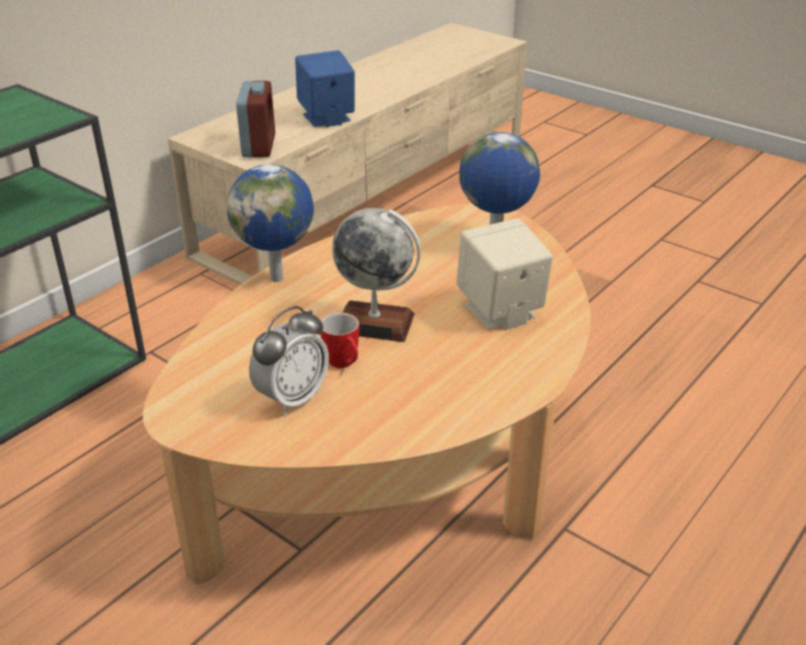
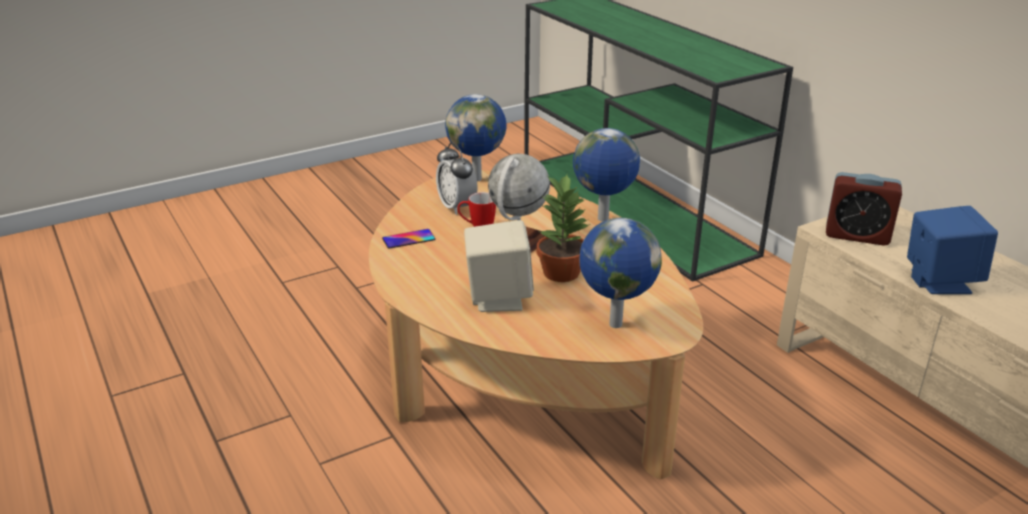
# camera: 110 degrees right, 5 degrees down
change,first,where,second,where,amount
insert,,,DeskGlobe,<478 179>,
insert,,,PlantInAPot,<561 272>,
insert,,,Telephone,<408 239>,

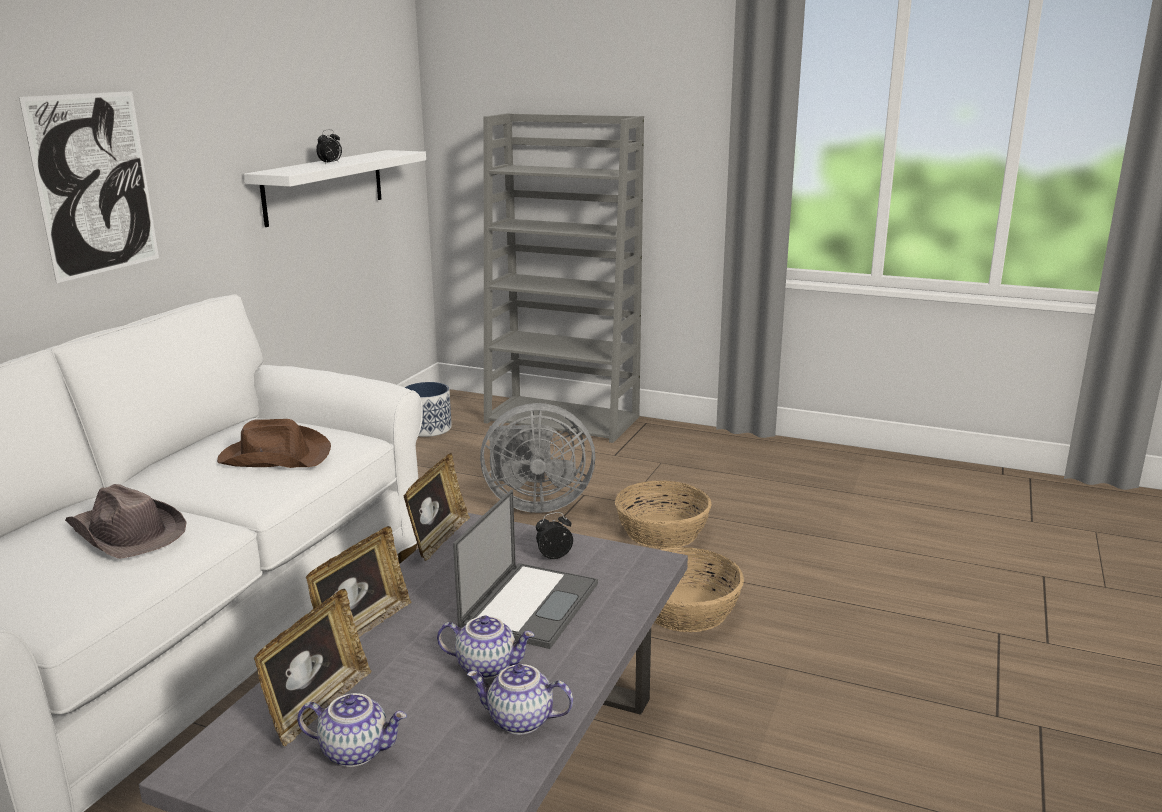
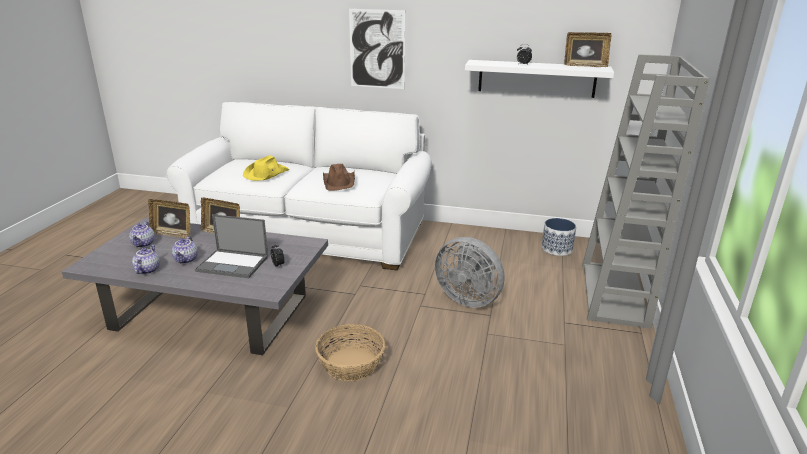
# camera: 80 degrees right, 5 degrees up
change,first,where,second,where,amount
rotate,GreyCoolingFan,<535 503>,,<468 298>,45 degrees counterclockwise
move,PhotoFrame,<438 539>,,<585 66>,
delete,StorageBasket,<663 532>,,,
recolor,BrownColouredHat,<126 533>,YellowColouredHat,<266 174>,

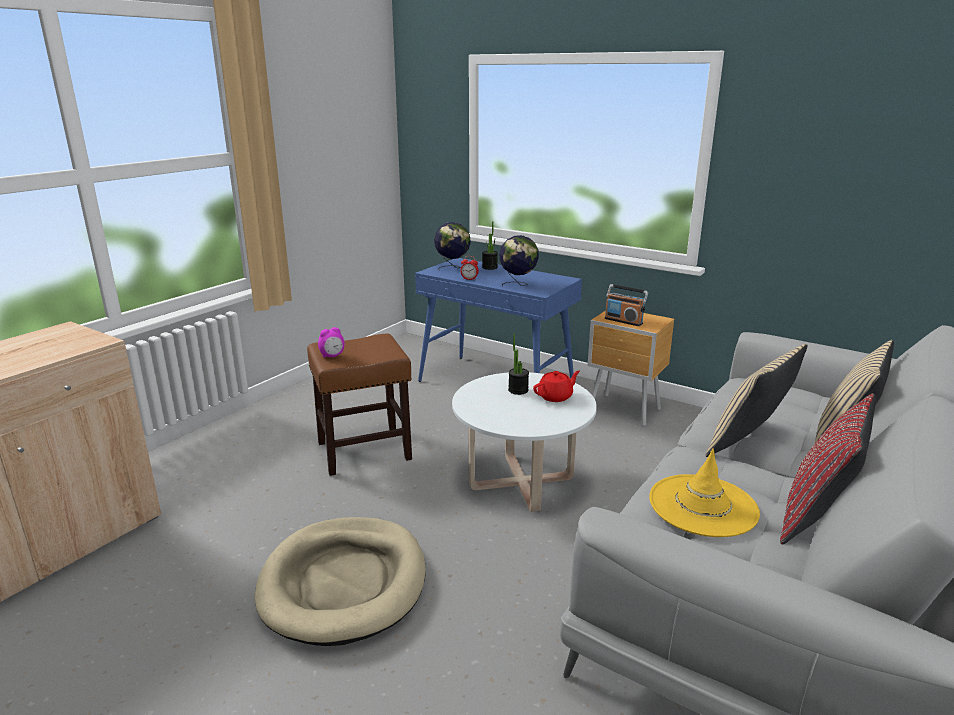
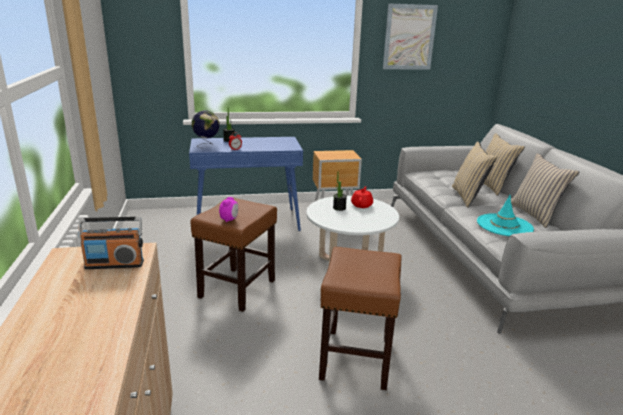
# camera: 45 degrees left, 0 degrees up
change,first,where,second,where,amount
delete,DeskGlobe,<518 285>,,,
move,RadioSet,<623 321>,,<115 264>,
recolor,RedColouredCushion,<817 517>,BeigeCushion,<535 214>,
recolor,YellowColouredHat,<702 505>,TurquoiseColouredHat,<504 225>,
replace,BeigeDogCushion,<344 583>,BrownColouredSittingStool,<356 357>,
insert,,,Picture,<409 37>,

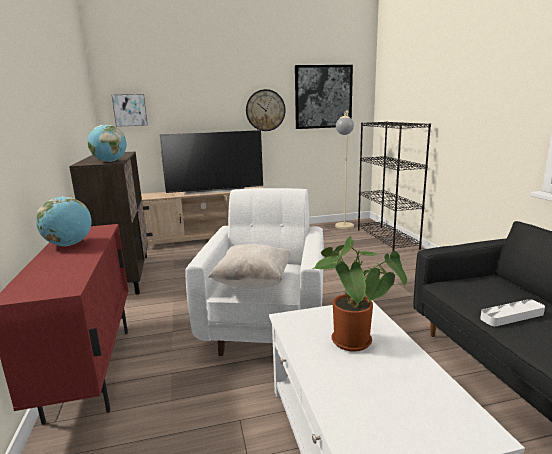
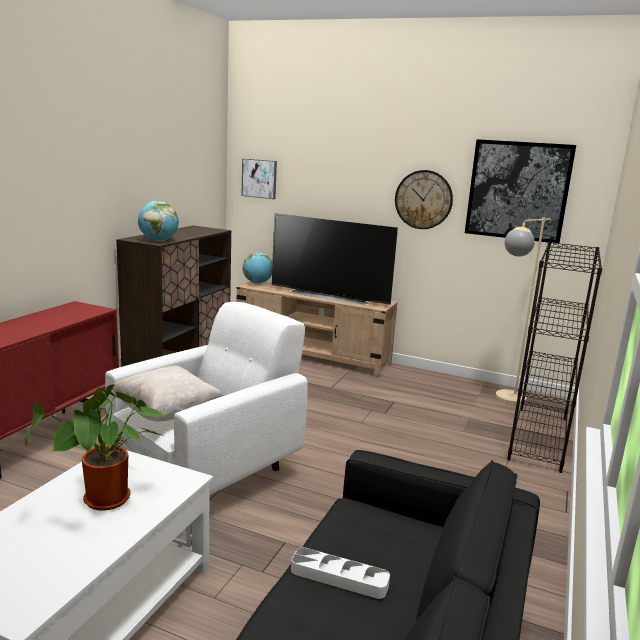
# camera: 35 degrees right, 0 degrees up
change,first,where,second,where,amount
move,DeskGlobe,<69 245>,,<257 283>,

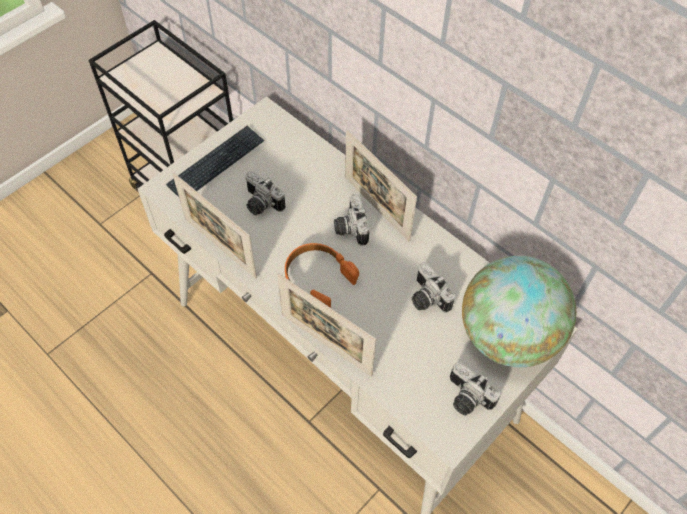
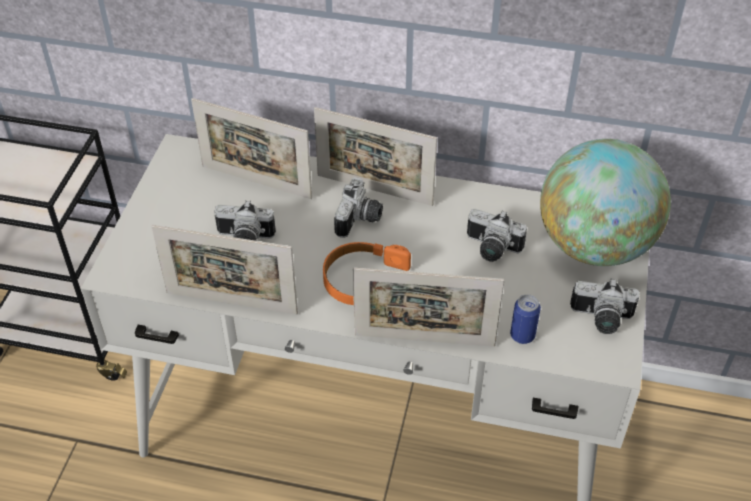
# camera: 30 degrees left, 10 degrees down
change,first,where,second,where,amount
delete,Keyboard,<217 164>,,,
rotate,StillCamera,<349 228>,,<360 220>,120 degrees counterclockwise
insert,,,PhotoFrame,<256 182>,
insert,,,MetalCan,<522 335>,

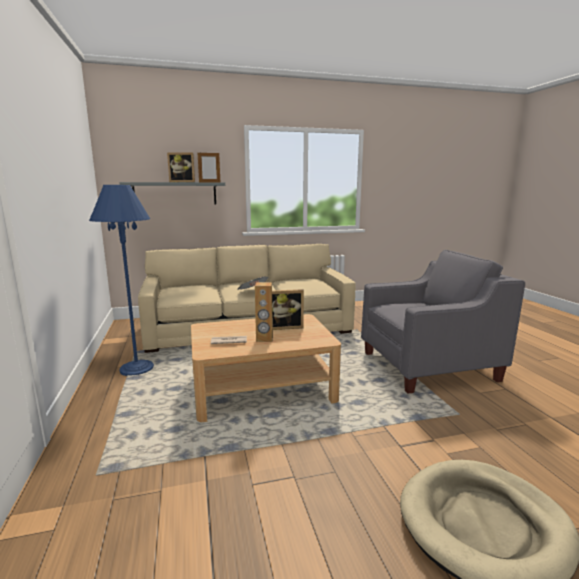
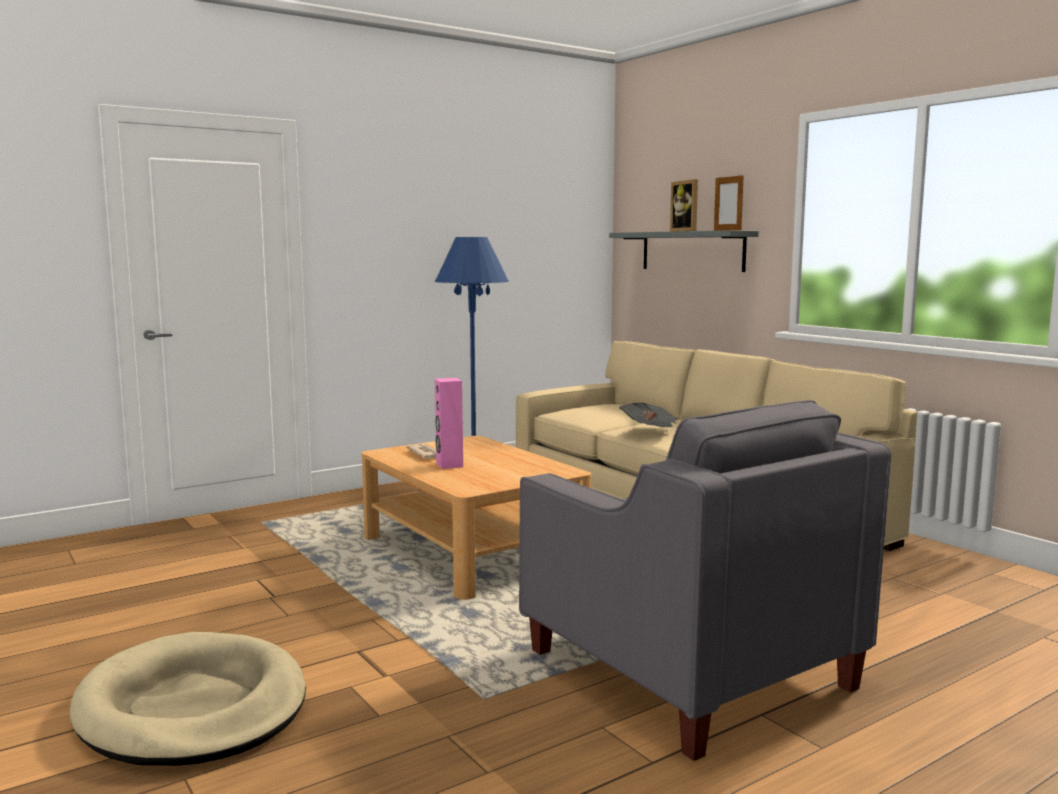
# camera: 70 degrees right, 5 degrees down
change,first,where,second,where,amount
recolor,BrownColouredAudioSpeaker,<264 339>,PinkAudioSpeaker,<449 465>,
delete,PhotoFrame,<285 327>,,,

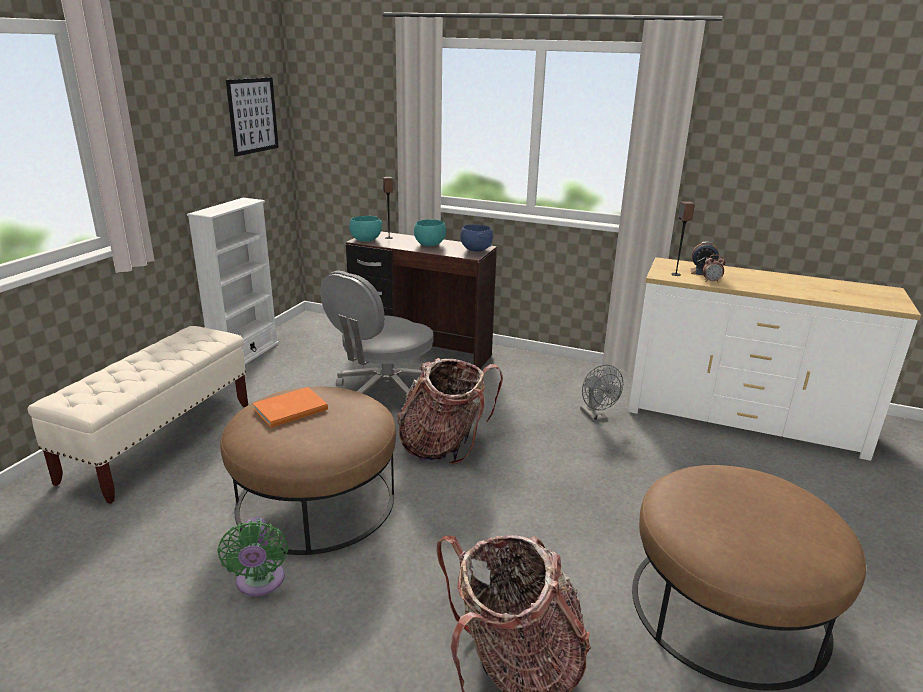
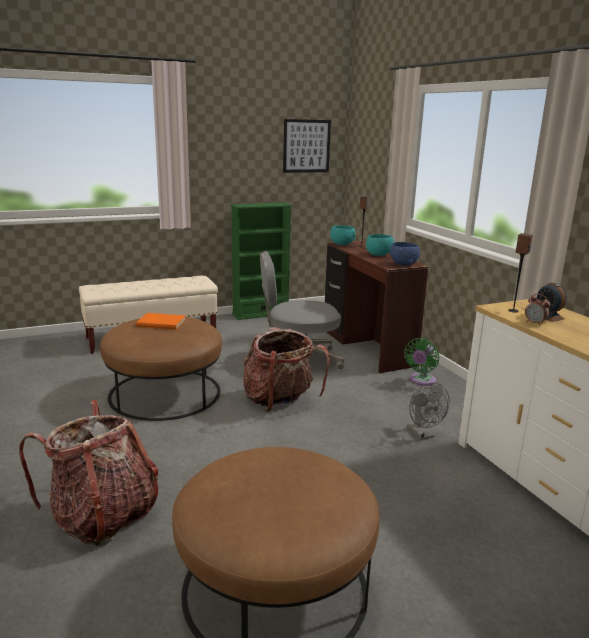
# camera: 45 degrees right, 5 degrees down
change,first,where,second,where,amount
recolor,WhiteColouredBookshelf,<245 355>,GreenishBookshelf,<260 314>,
rotate,GreyCoolingFan,<596 417>,,<423 434>,45 degrees counterclockwise
move,GreenishCoolingFan,<260 583>,,<421 381>,

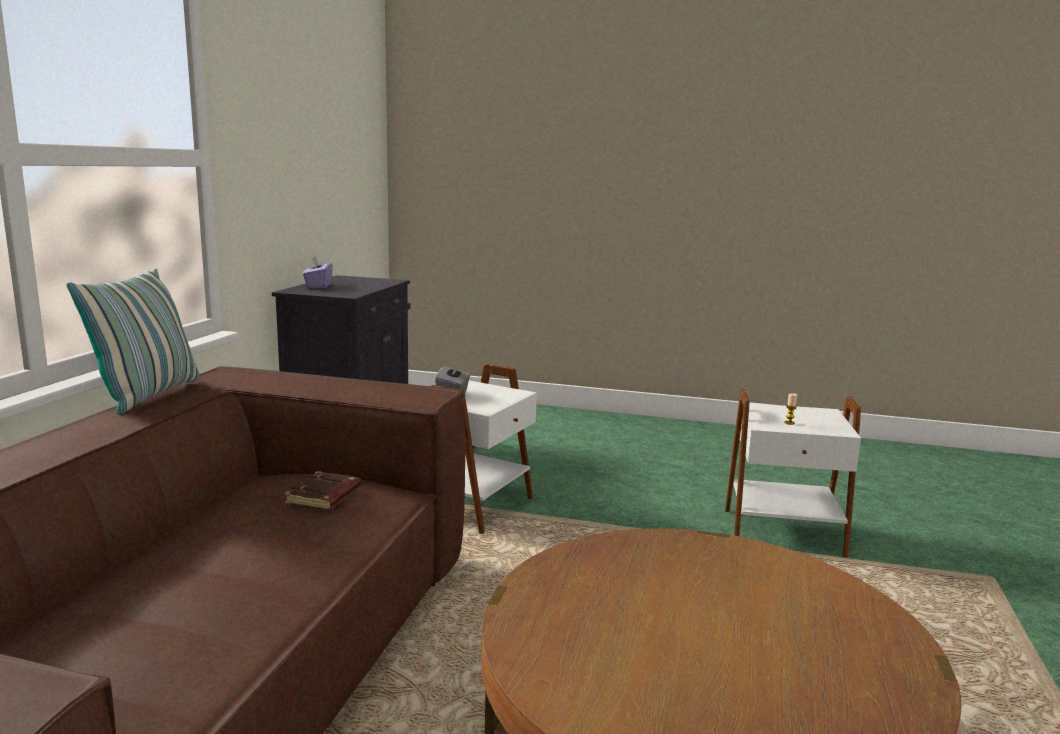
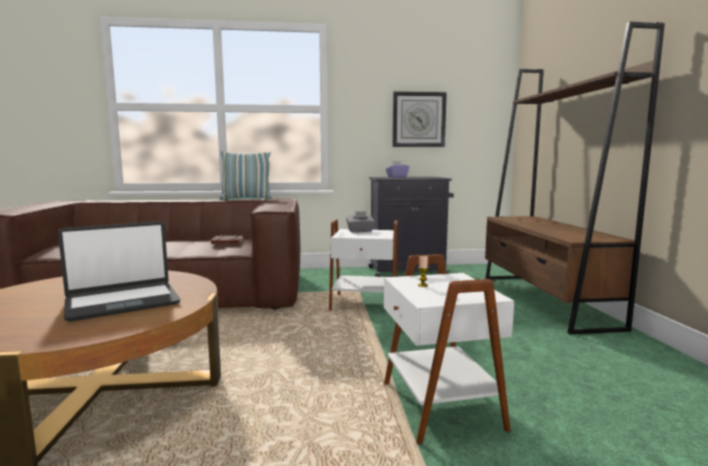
# camera: 70 degrees right, 5 degrees down
change,first,where,second,where,amount
insert,,,BrownColouredBookshelf,<545 300>,
insert,,,ClockOnTheWall,<418 119>,
insert,,,NotebookComputer,<122 302>,

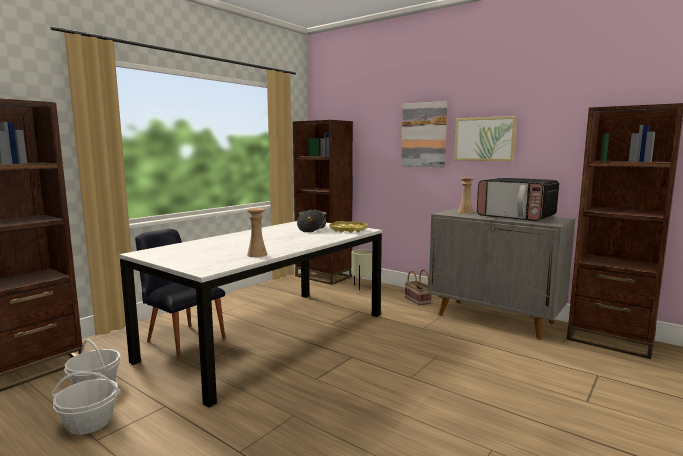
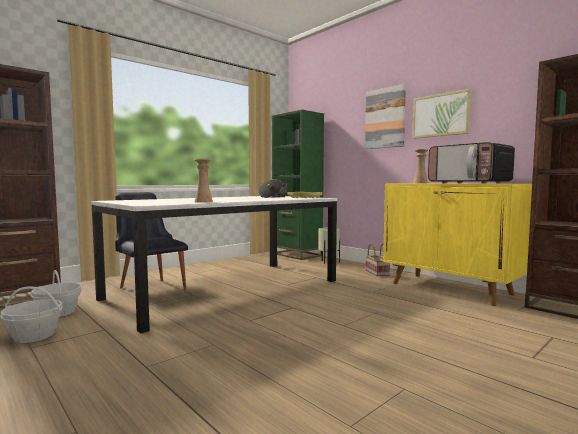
# camera: 10 degrees right, 5 degrees down
change,first,where,second,where,amount
recolor,BrownColouredBookshelf,<323 276>,GreenishBookshelf,<297 254>,
recolor,GreyCabinet,<495 319>,YellowColouredCabinet,<451 289>,

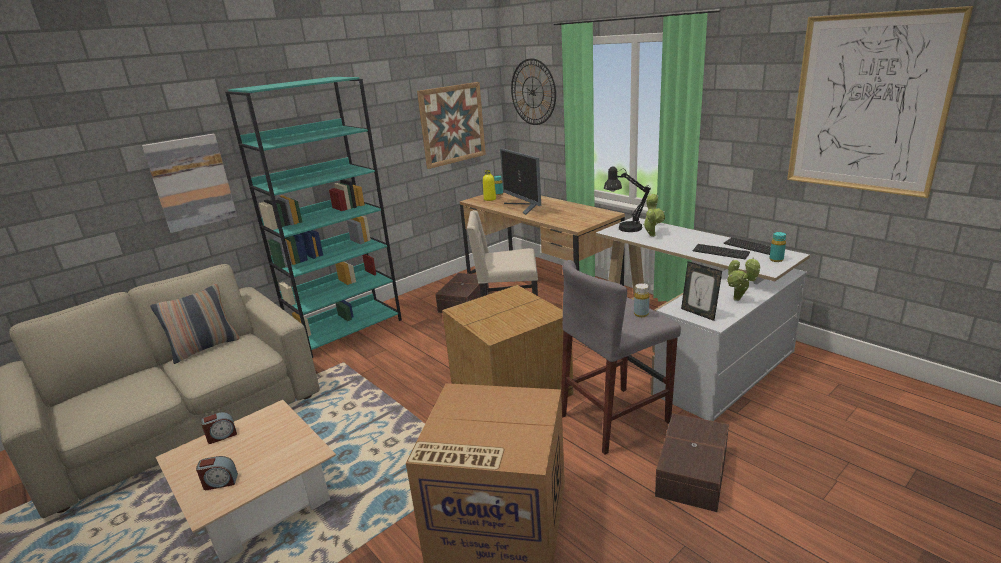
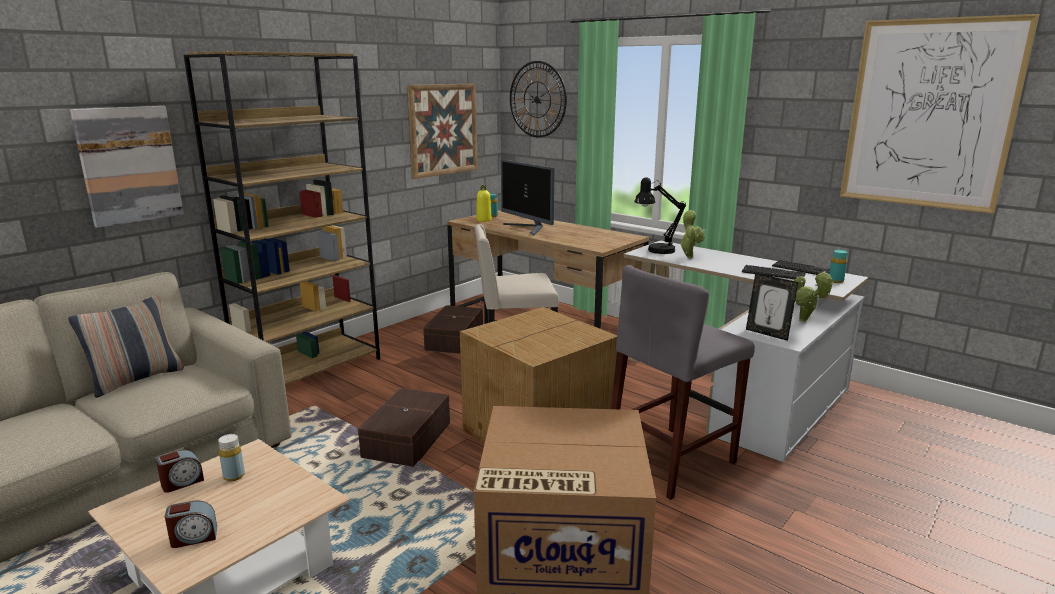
# camera: 10 degrees left, 5 degrees down
change,first,where,second,where,amount
recolor,TurquoiseColouredBookshelf,<346 329>,BrownColouredBookshelf,<310 369>,
move,YellowColouredBeverageBottle,<641 314>,,<234 476>,
move,BrownColouredStorageBox,<690 472>,,<405 440>,

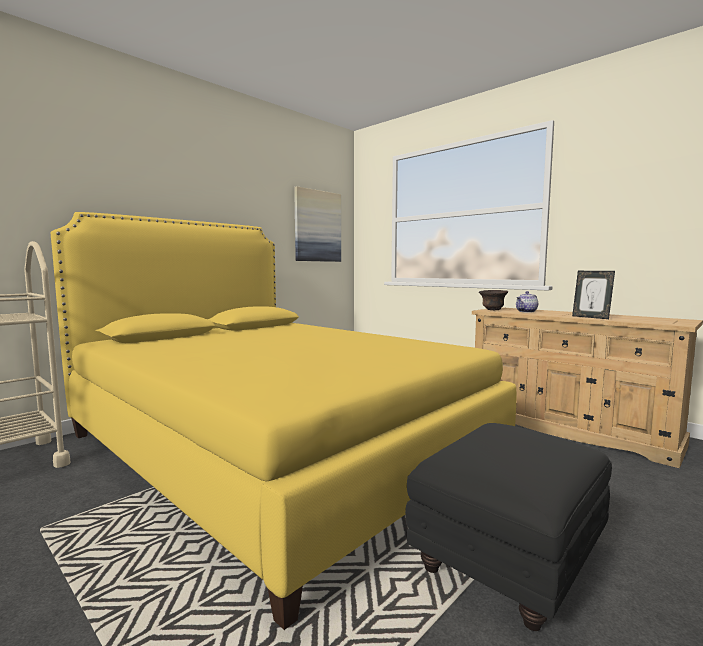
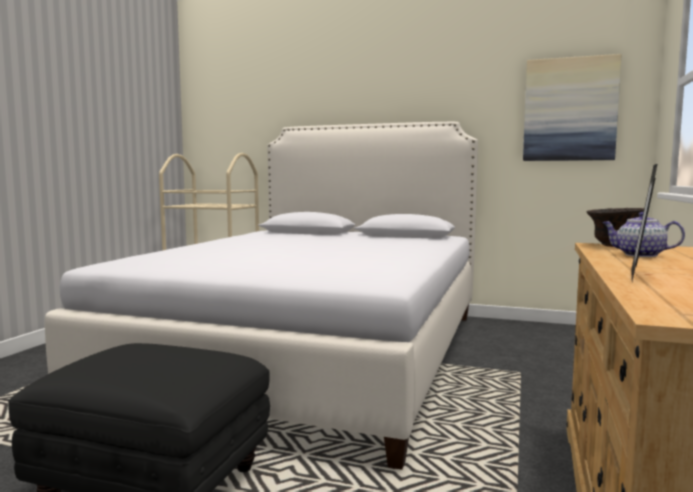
# camera: 65 degrees right, 0 degrees up
change,first,where,second,where,amount
recolor,YellowColouredBedroomBed,<273 448>,WhiteColouredBedroomBed,<313 352>,

